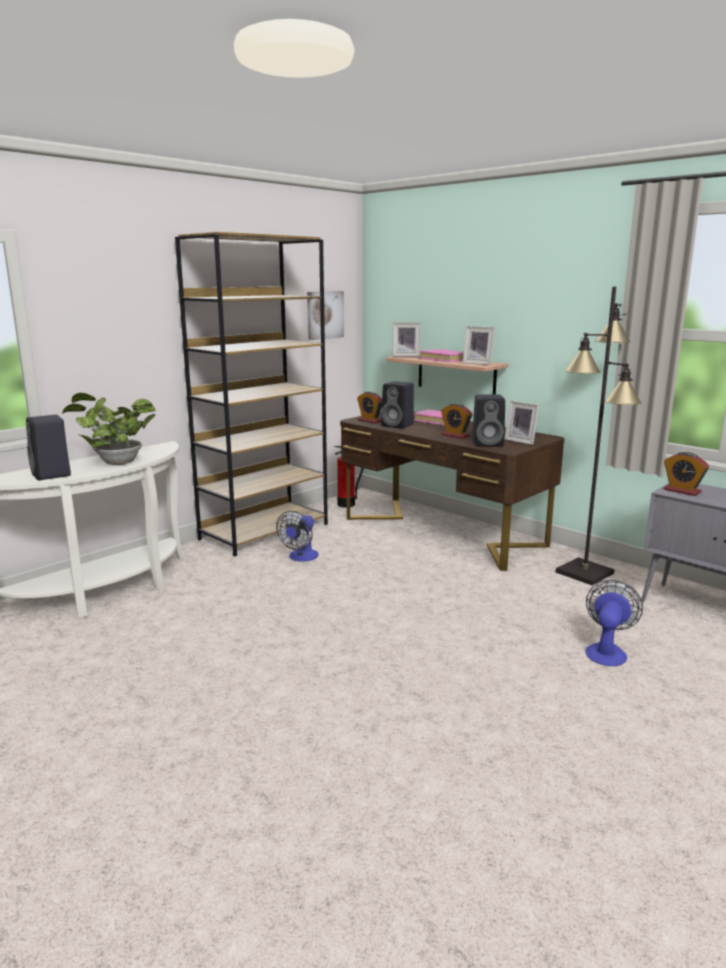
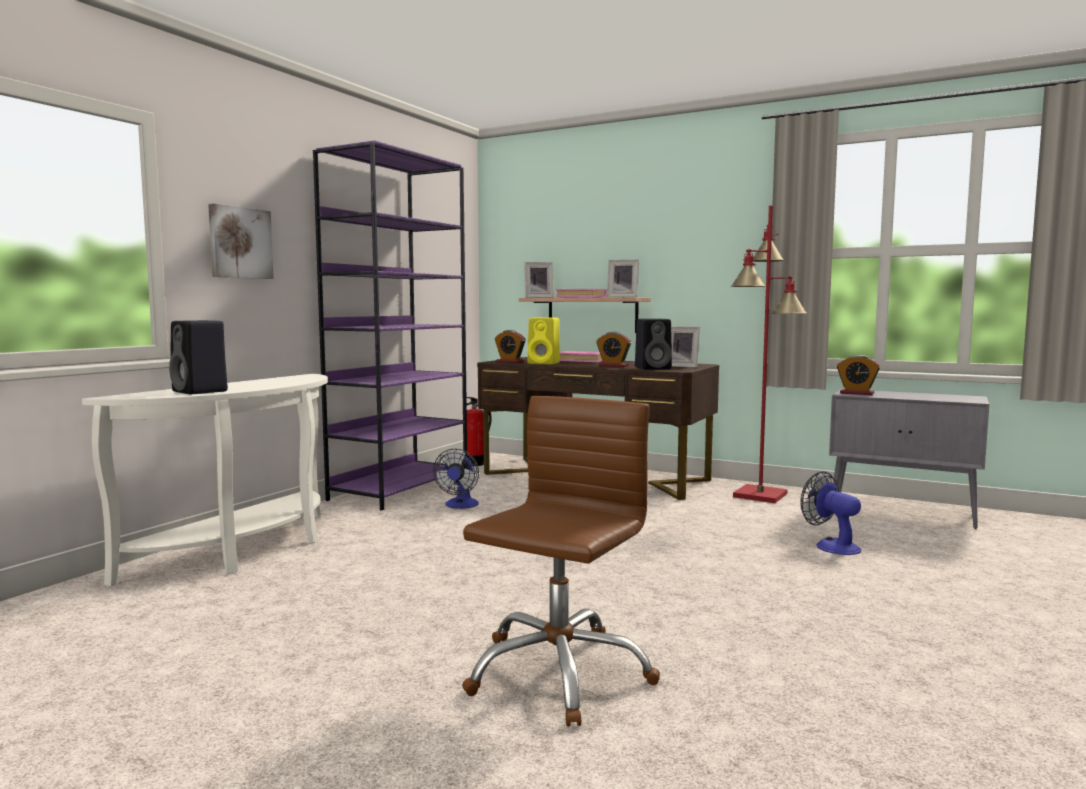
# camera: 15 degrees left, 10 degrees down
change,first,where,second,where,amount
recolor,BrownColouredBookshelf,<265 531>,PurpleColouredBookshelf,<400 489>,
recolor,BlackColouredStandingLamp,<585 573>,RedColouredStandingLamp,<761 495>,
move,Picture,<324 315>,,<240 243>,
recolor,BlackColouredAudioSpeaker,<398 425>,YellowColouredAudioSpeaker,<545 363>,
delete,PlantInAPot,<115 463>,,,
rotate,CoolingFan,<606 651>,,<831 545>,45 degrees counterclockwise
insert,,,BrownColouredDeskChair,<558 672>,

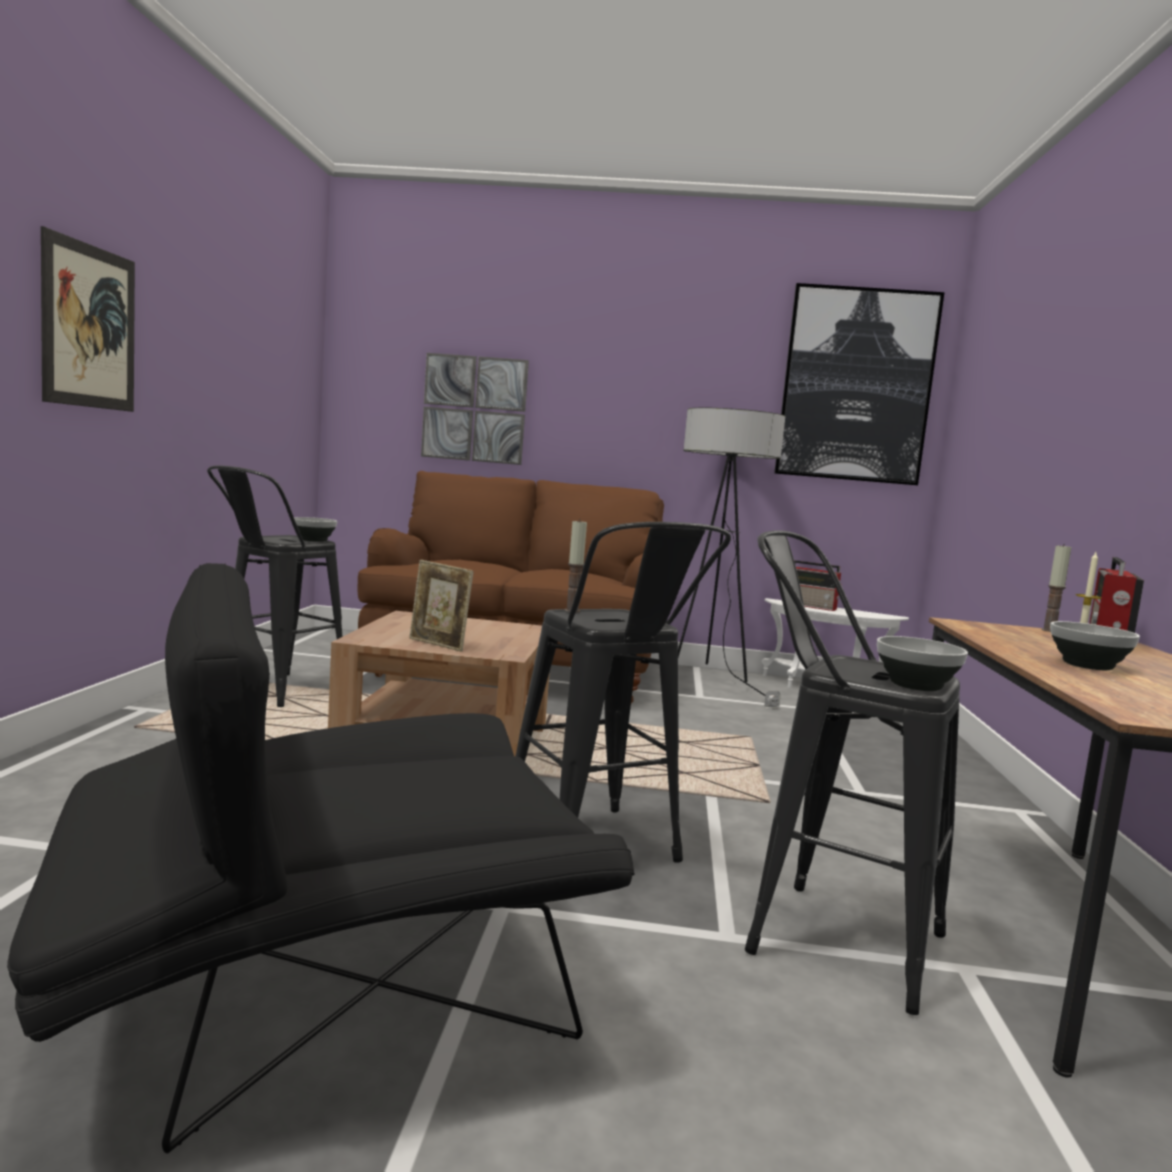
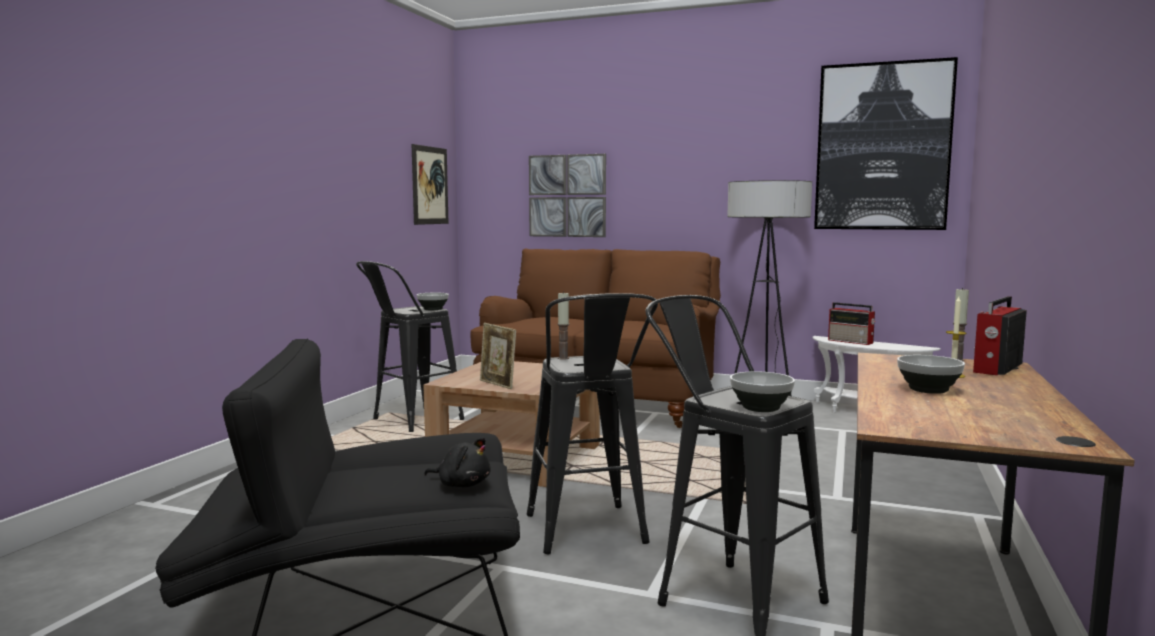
# camera: 15 degrees right, 0 degrees up
change,first,where,second,where,amount
move,Picture,<89 327>,,<430 185>,
insert,,,BlackColouredCuddlyToy,<461 484>,

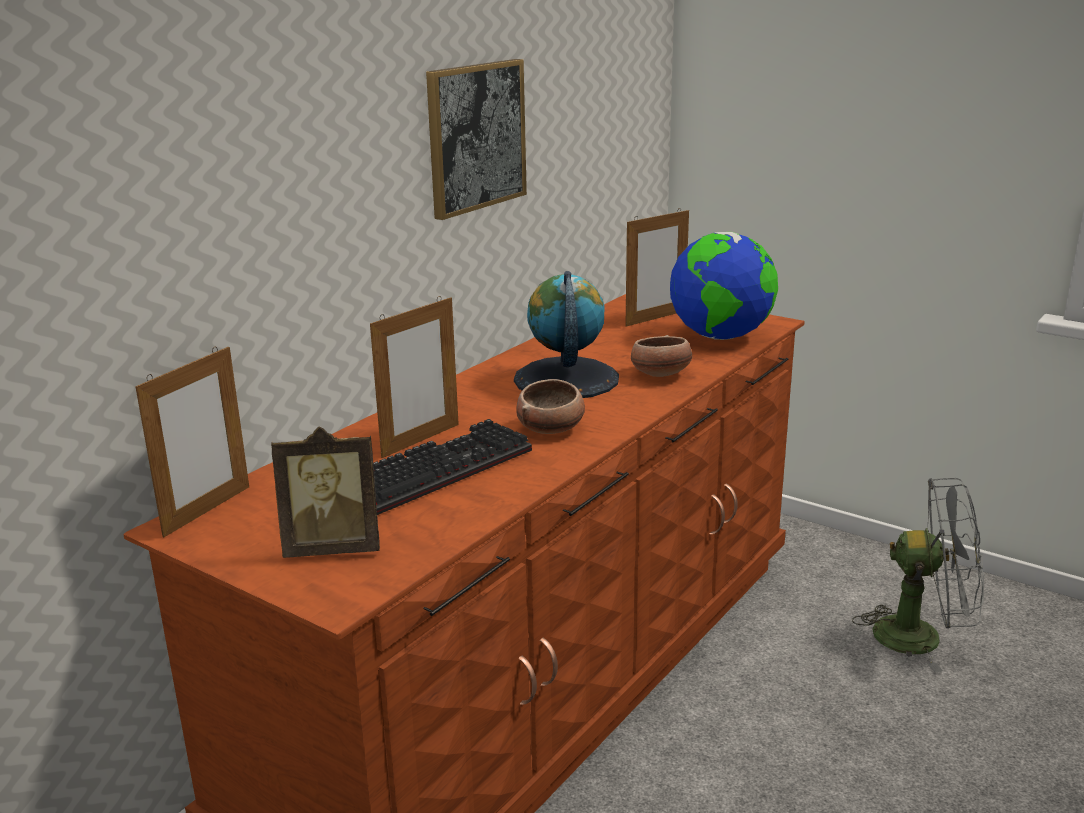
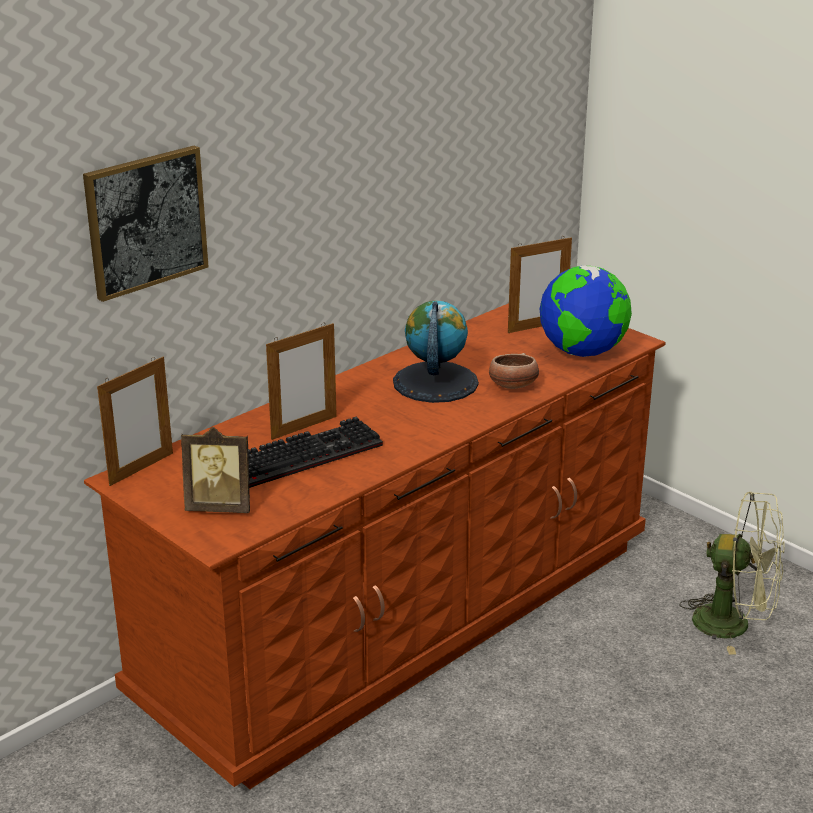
# camera: 10 degrees right, 5 degrees up
change,first,where,second,where,amount
move,Picture,<475 137>,,<146 221>,
delete,Bowl,<551 428>,,,
recolor,GreyCoolingFan,<922 636>,GreenishCoolingFan,<734 624>,

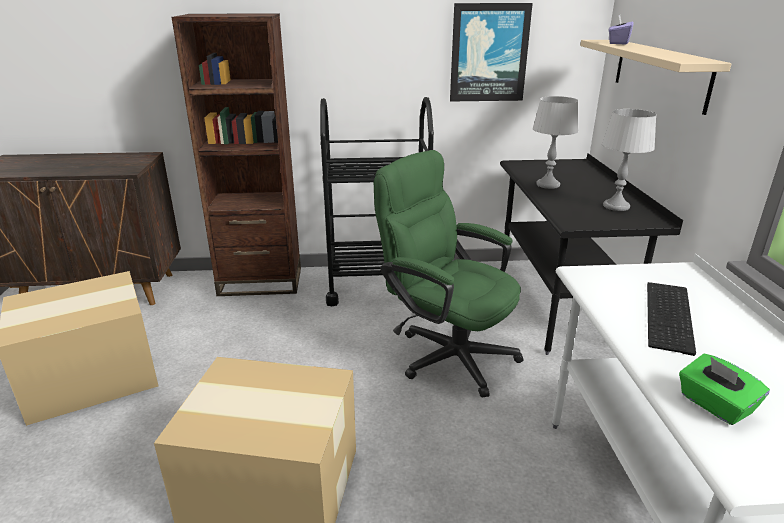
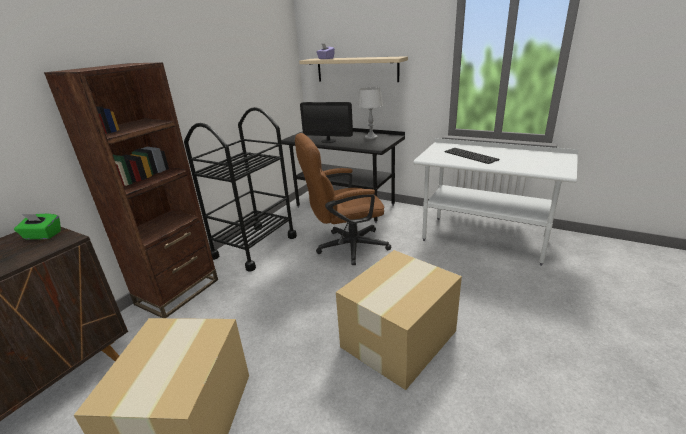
# camera: 55 degrees left, 0 degrees up
change,first,where,second,where,amount
delete,Picture,<489 53>,,,
replace,GreyTabletopLamp,<548 185>,ComputerDisplay,<328 141>,
recolor,GreenishDeskChair,<446 352>,BrownColouredDeskChair,<345 247>,
move,GreenishBoxOfTissues,<714 405>,,<42 235>,

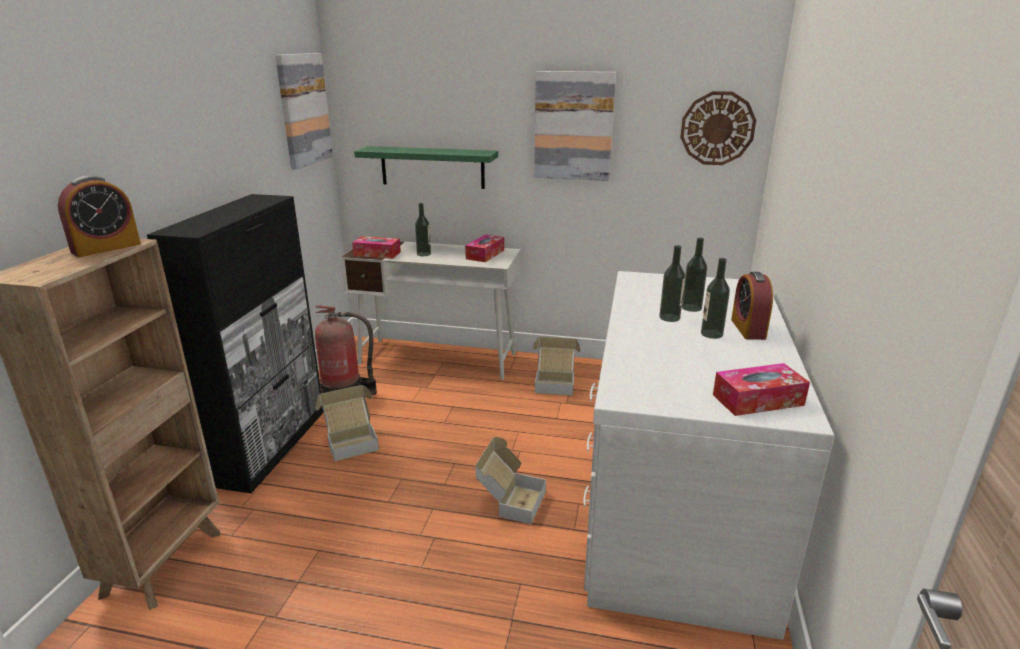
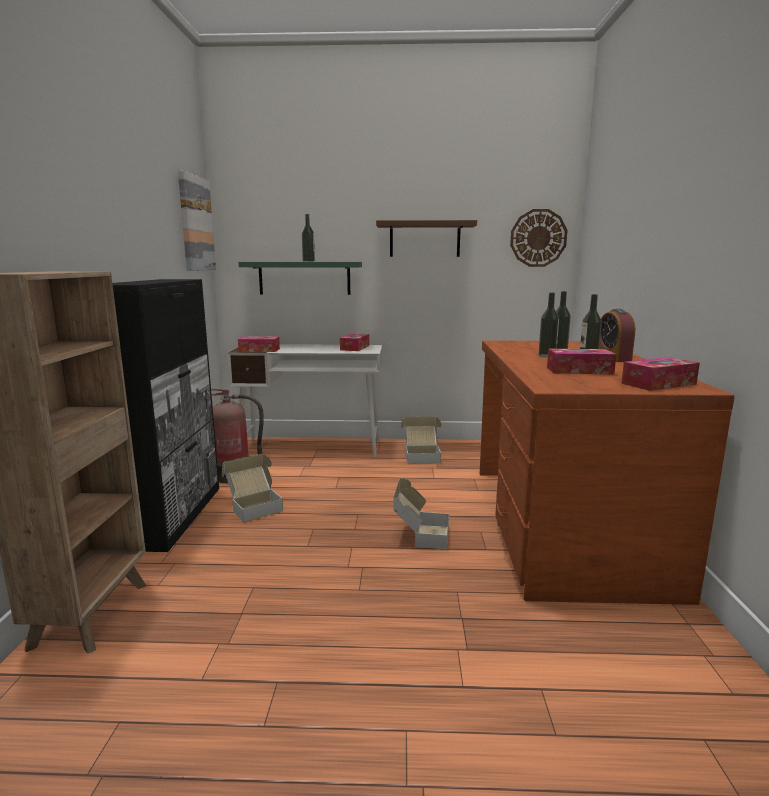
# camera: 10 degrees left, 10 degrees down
change,first,where,second,where,amount
replace,Picture,<573 126>,BrownColouredWallShelf,<424 239>,
delete,TableClock,<106 248>,,,
move,BeverageBottle,<423 254>,,<308 261>,
recolor,WhiteColouredDeskUnit,<674 504>,BrownColouredDeskUnit,<561 524>,
insert,,,BoxOfTissues,<579 370>,

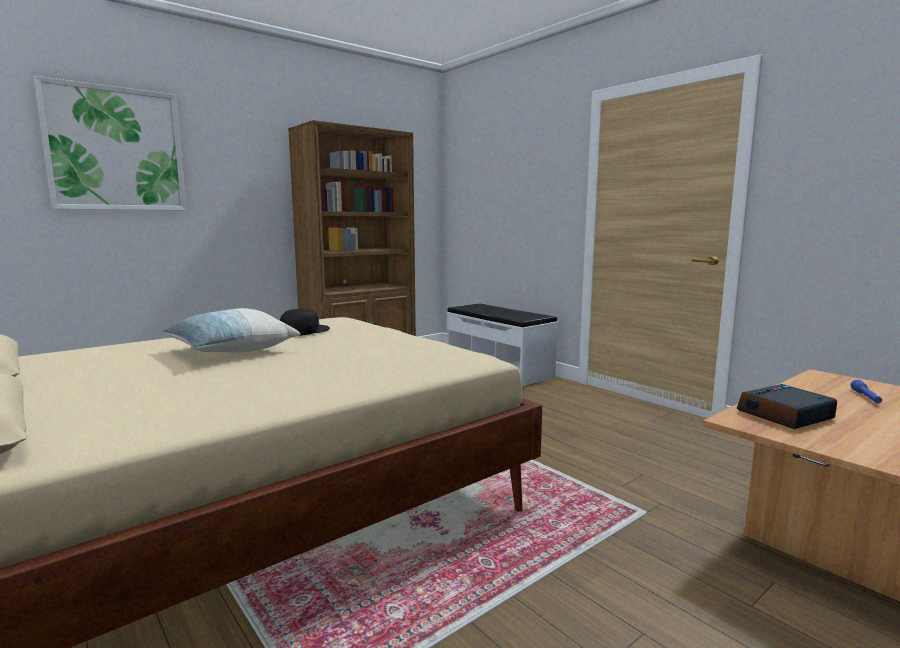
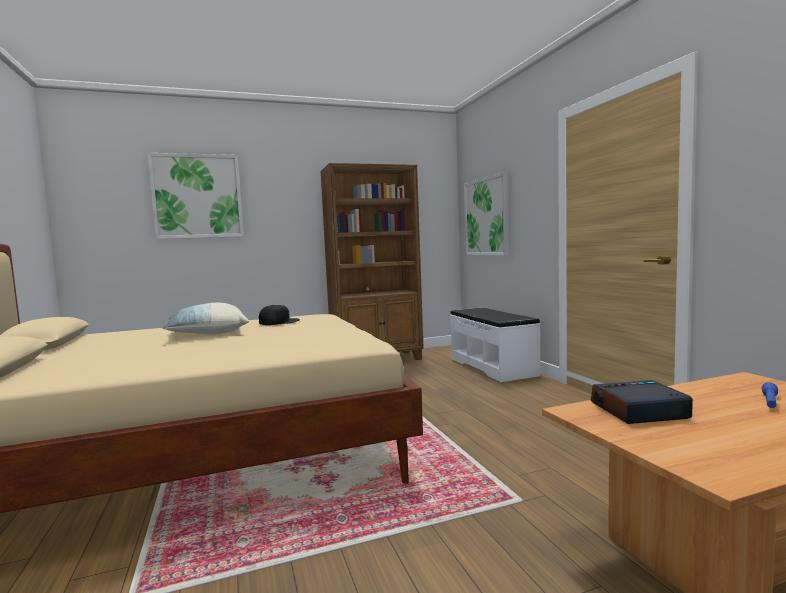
# camera: 20 degrees right, 5 degrees down
change,first,where,second,where,amount
insert,,,Picture,<486 217>,

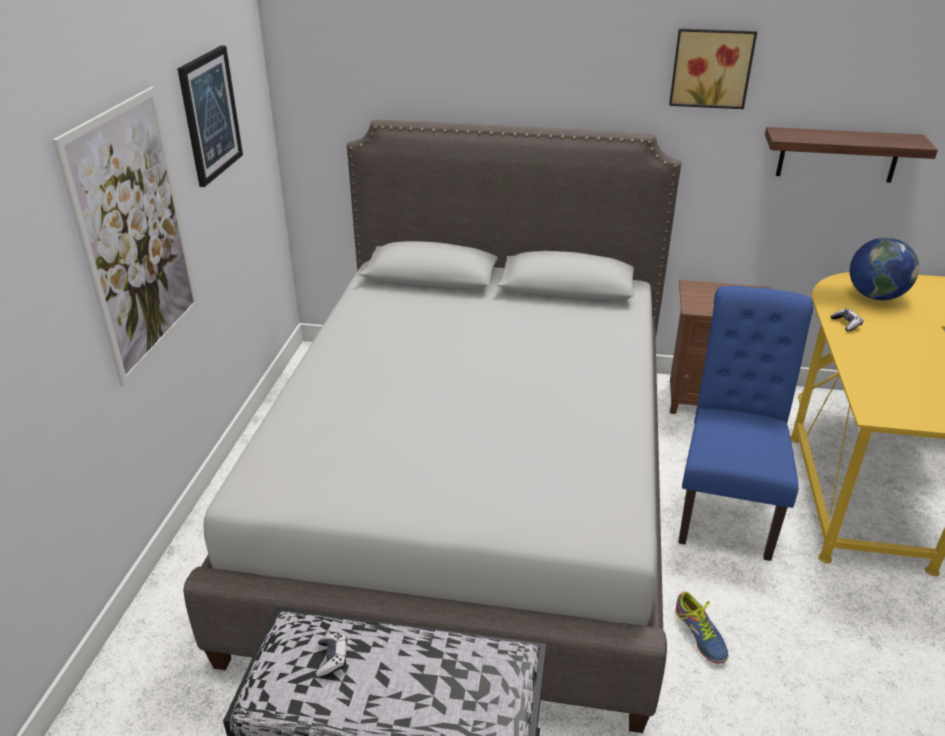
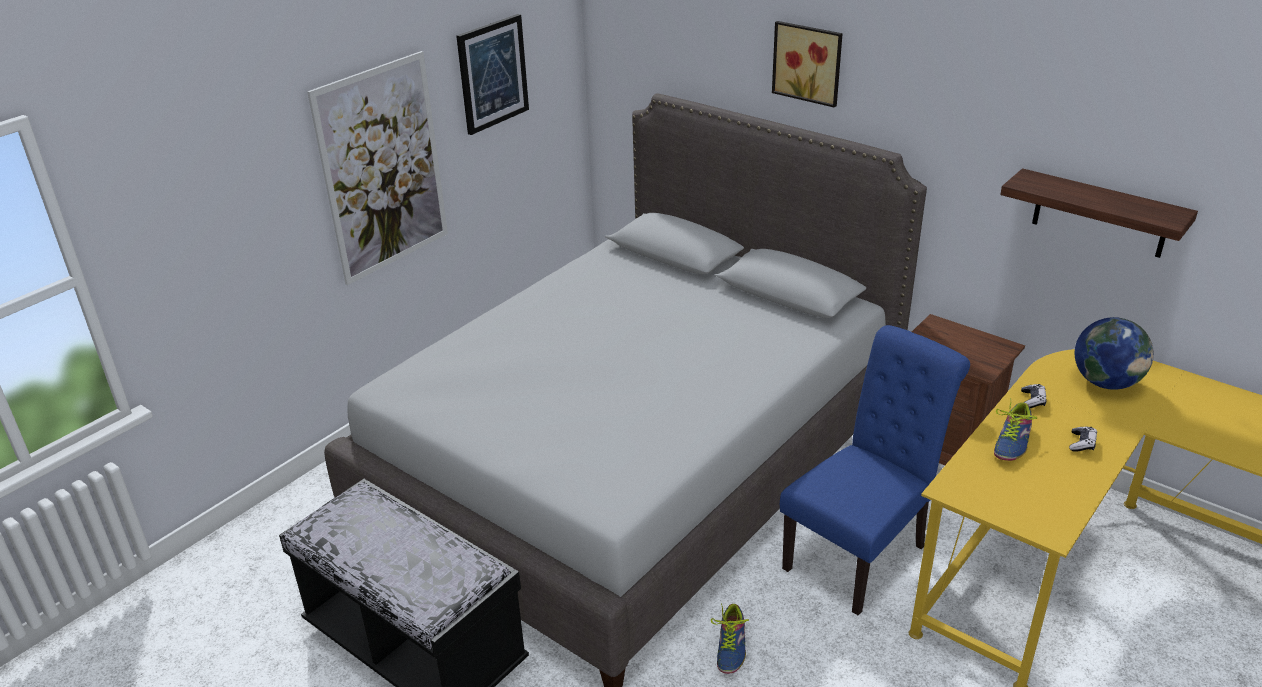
# camera: 30 degrees right, 0 degrees up
change,first,where,second,where,amount
move,Picture,<711 68>,,<808 62>,
move,GameController,<332 659>,,<1082 444>,
insert,,,Shoe,<1012 441>,

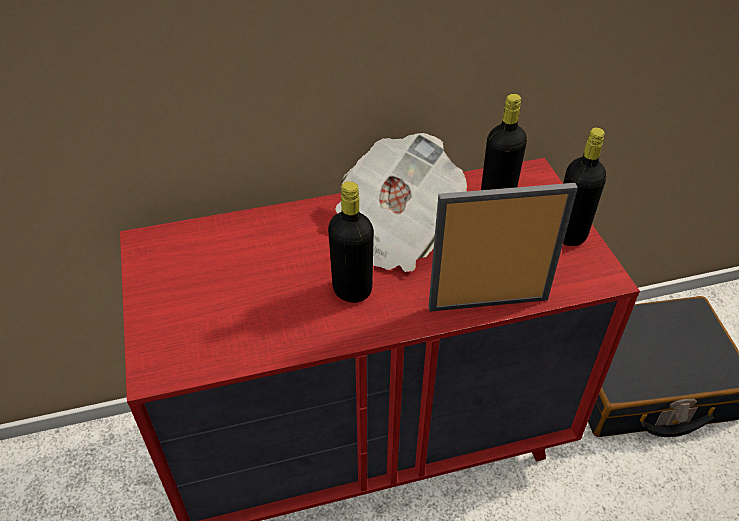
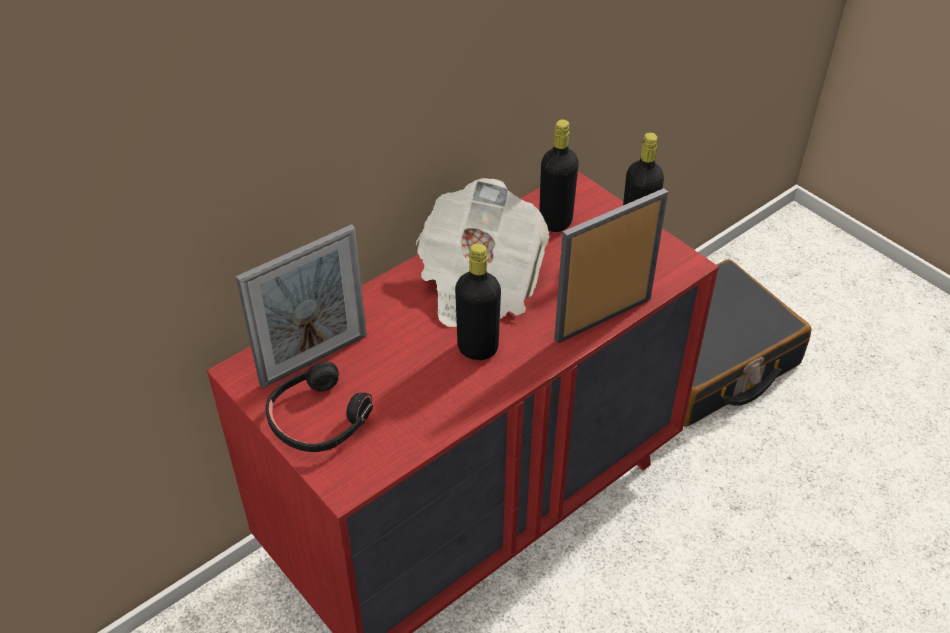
# camera: 25 degrees left, 0 degrees up
change,first,where,second,where,amount
insert,,,PhotoFrame,<314 360>,
insert,,,BlackColouredHeadset,<318 419>,

